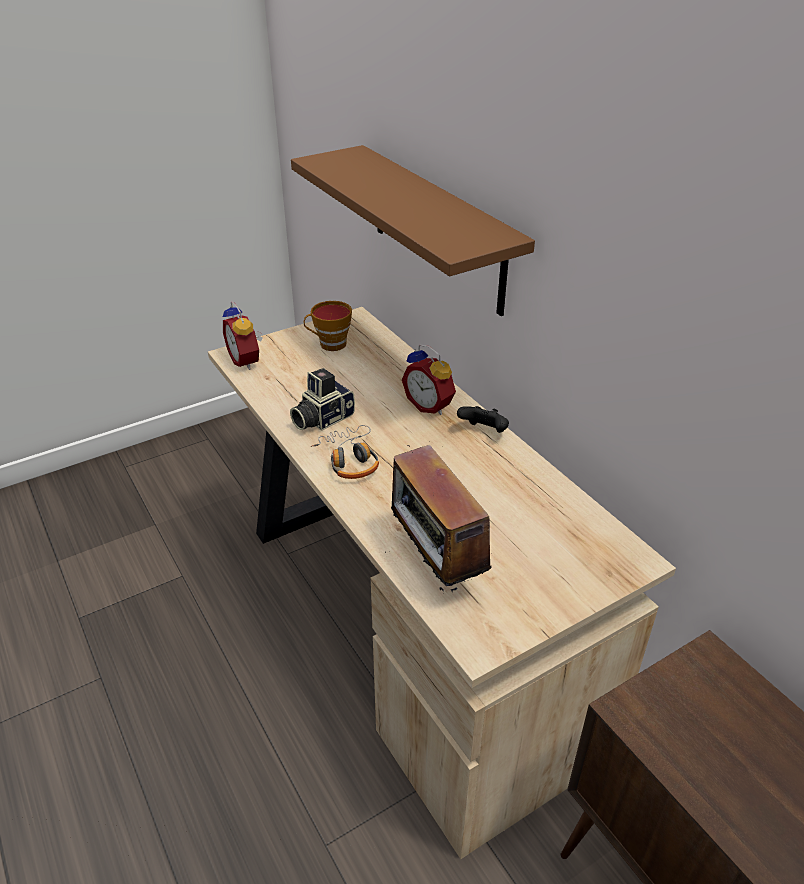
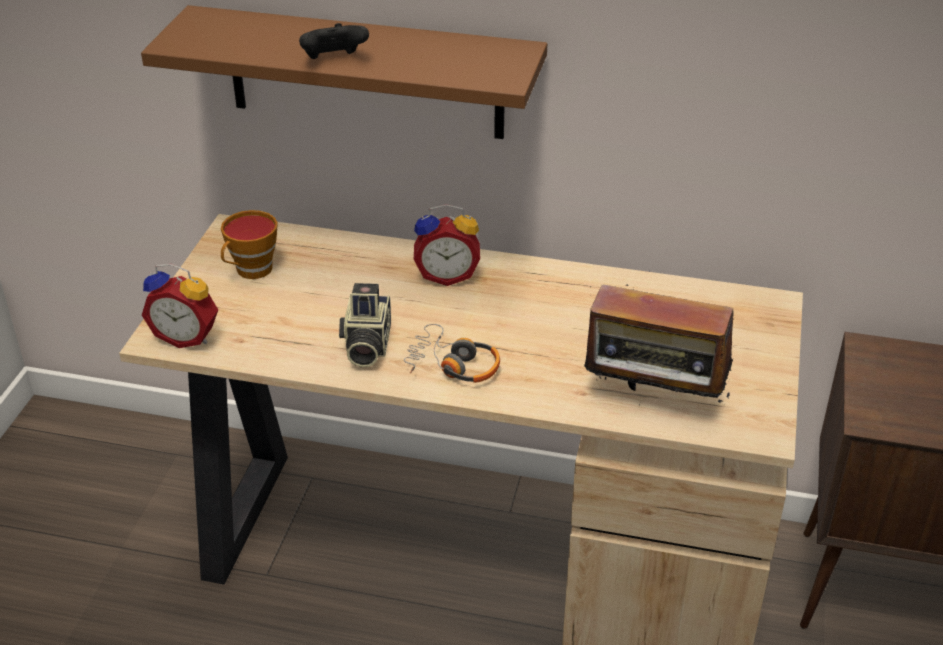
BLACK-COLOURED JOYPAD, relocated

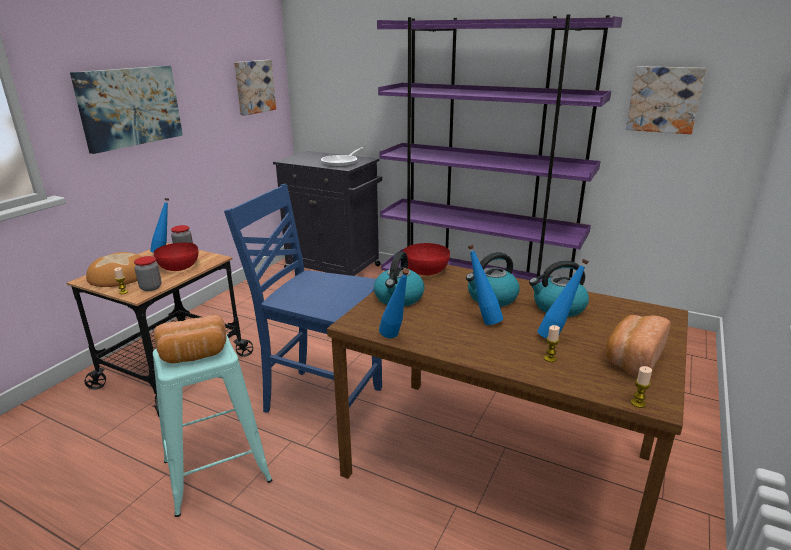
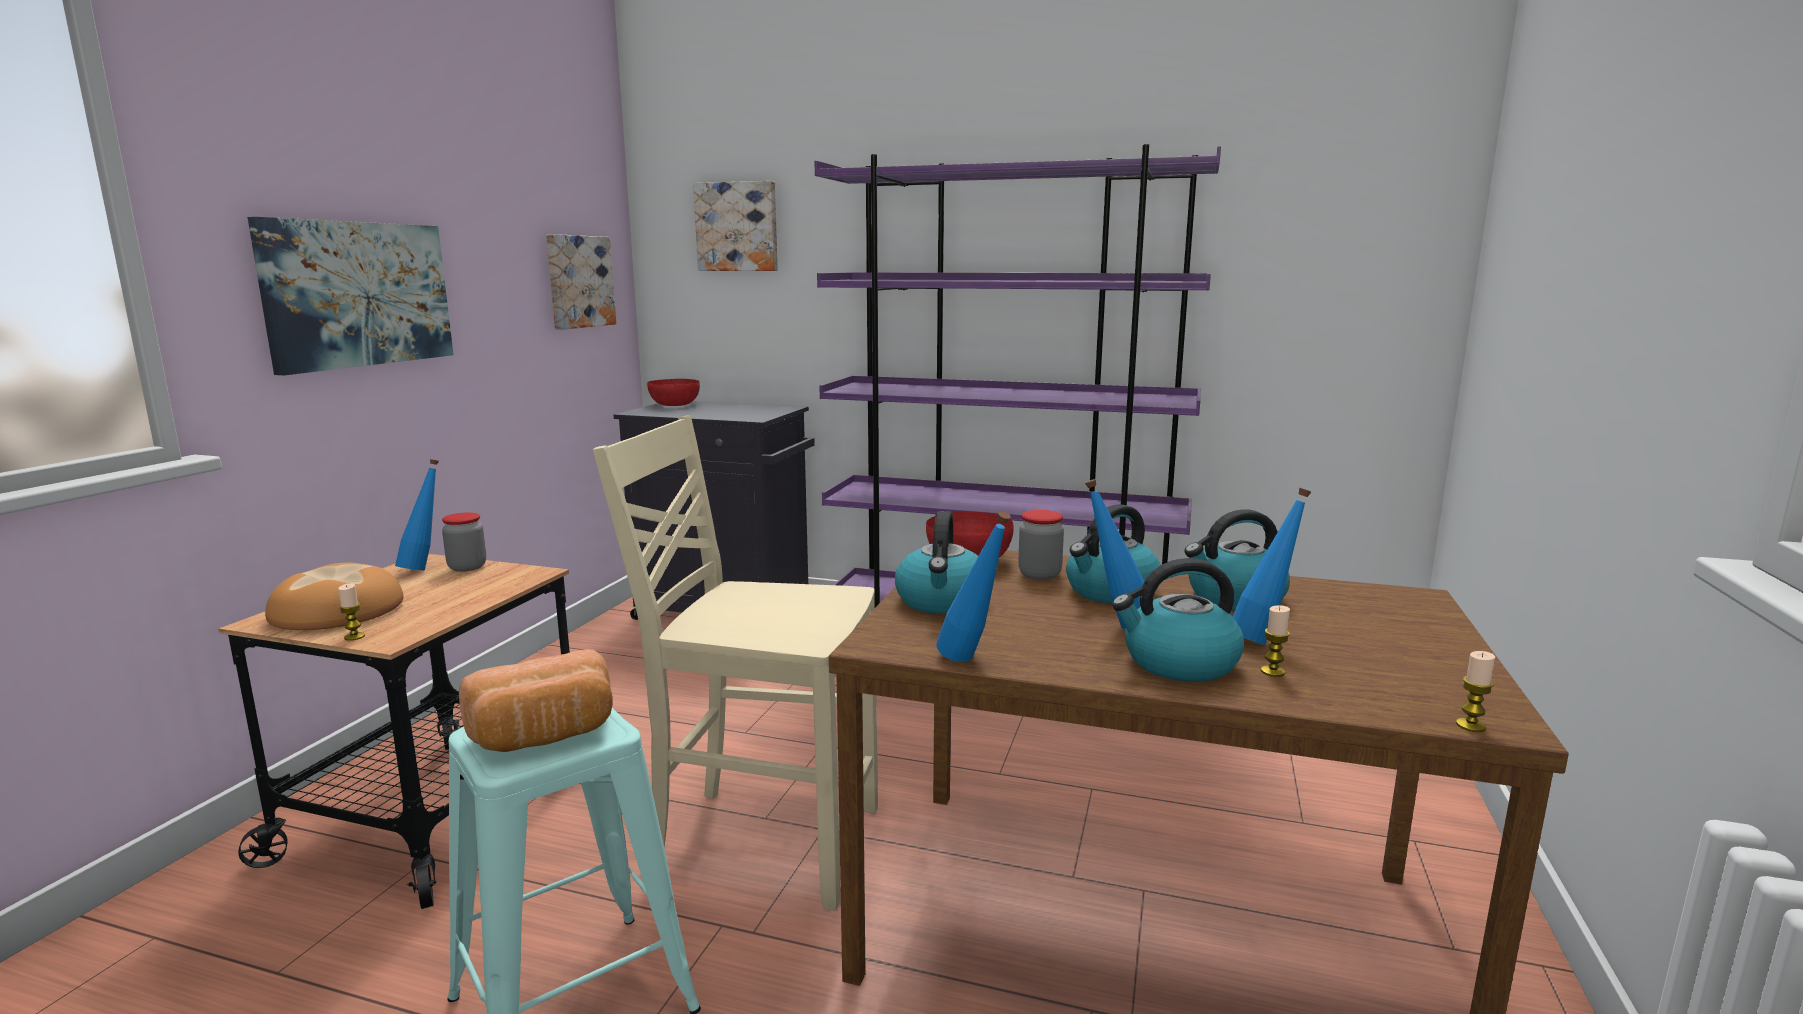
STORAGE JAR (no. 1 from left in the first image) => STORAGE JAR (no. 2 from left), relocated
REDDISH DEEP DISH (no. 1 from left), relocated
BLUE PLAIN CHAIR => BEIGE-COLOURED PLAIN CHAIR
FRYING PAN => nothing
BAKED BREAD (no. 3 from left) => nothing
WALL ART (no. 3 from left), relocated
nothing => WATER KETTLE (no. 3 from left)

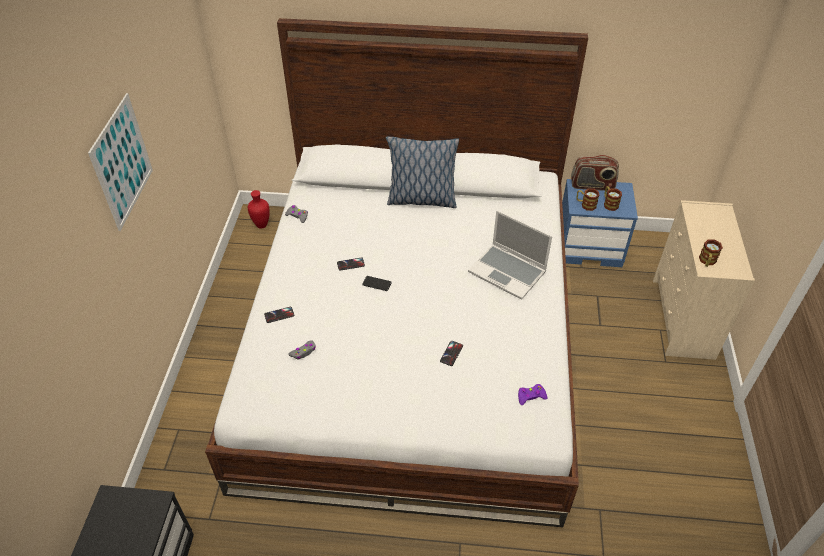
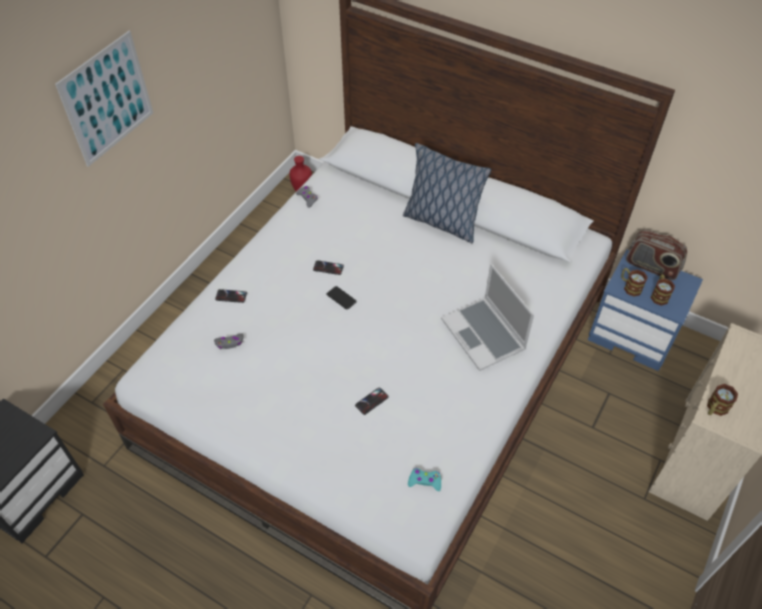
PURPLE-COLOURED JOYPAD => TURQUOISE JOYPAD

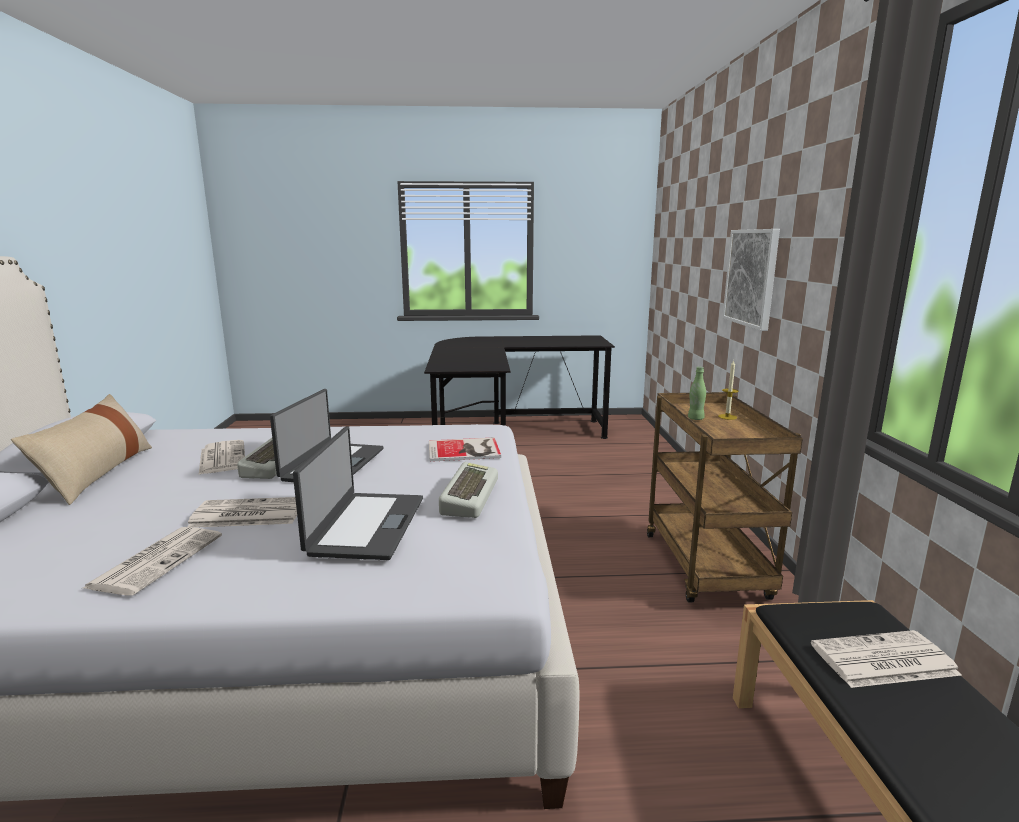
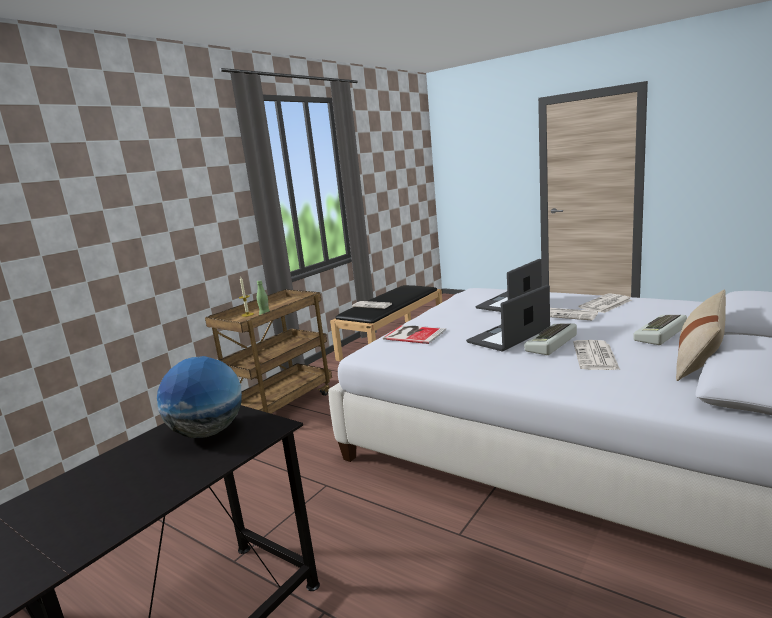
COMPUTER KEYBOARD (no. 2 from left), relocated
WALL ART => nothing
nothing => GLOBE

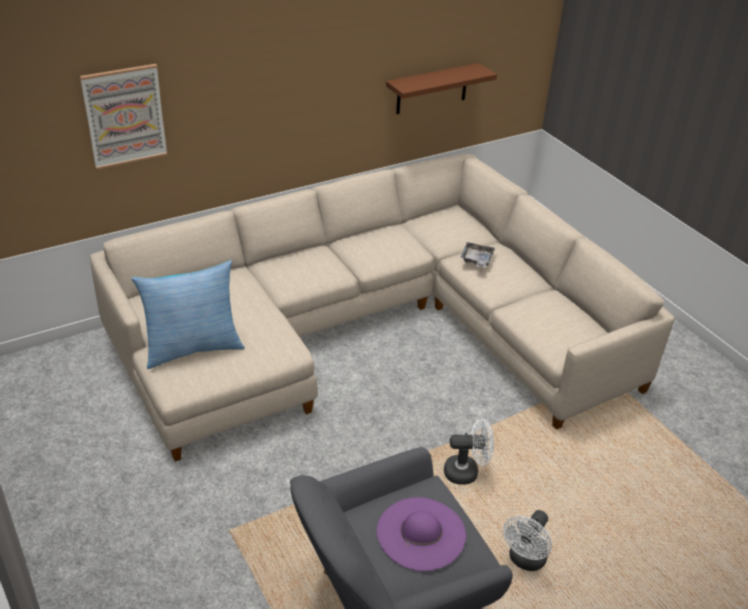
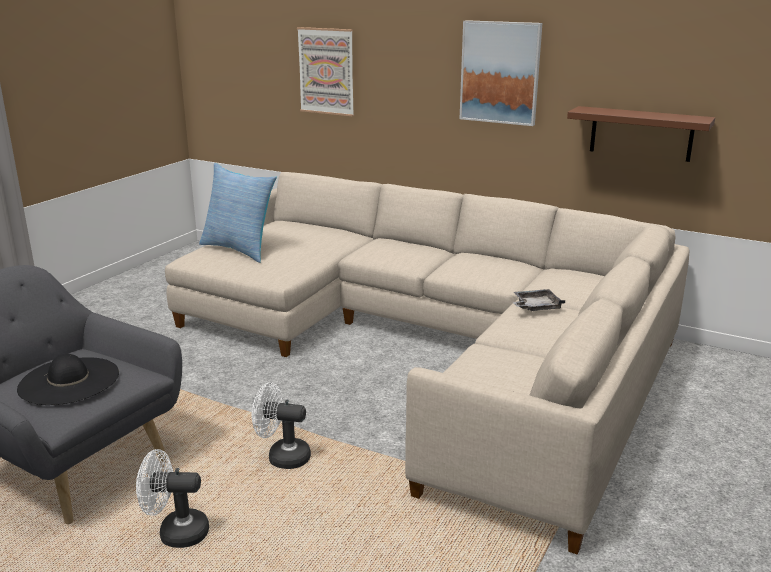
PURPLE-COLOURED HAT => BLACK-COLOURED HAT
WHITISH ELECTRIC FAN (no. 1 from left in the first image) => WHITISH ELECTRIC FAN (no. 2 from left), 135 degrees clockwise
nothing => WALL ART (no. 2 from left)

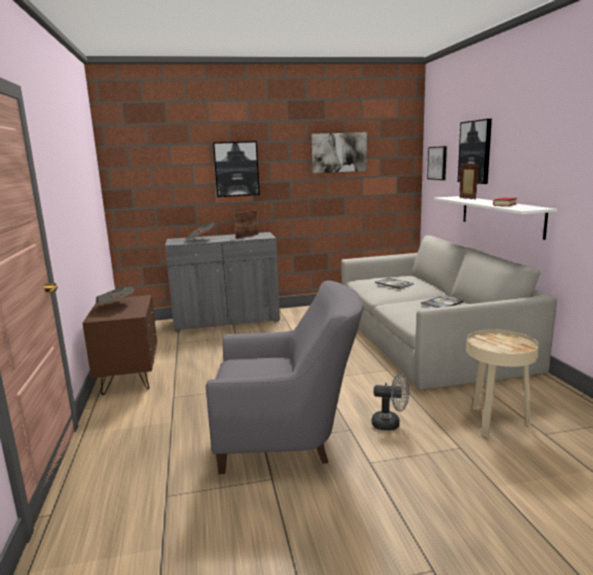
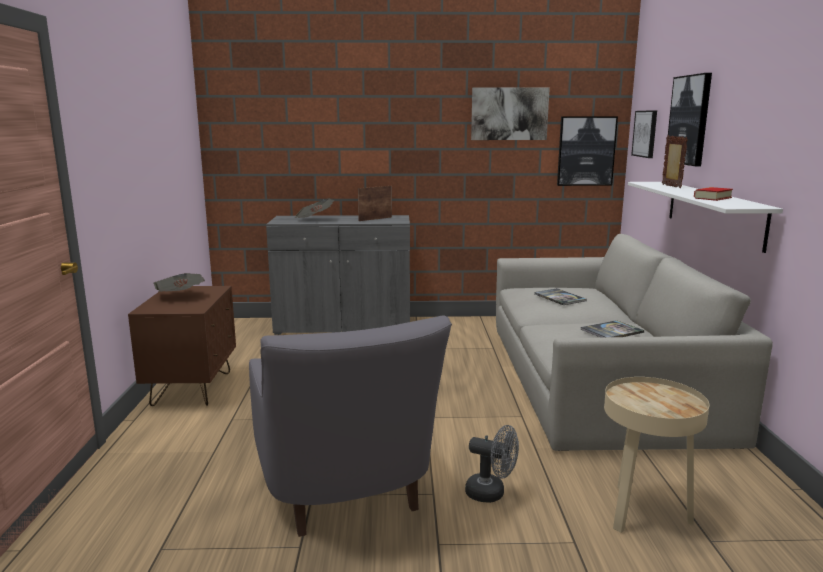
GRAY ARMCHAIR, 60 degrees clockwise
WALL ART (no. 1 from left in the first image) => WALL ART (no. 2 from left), relocated

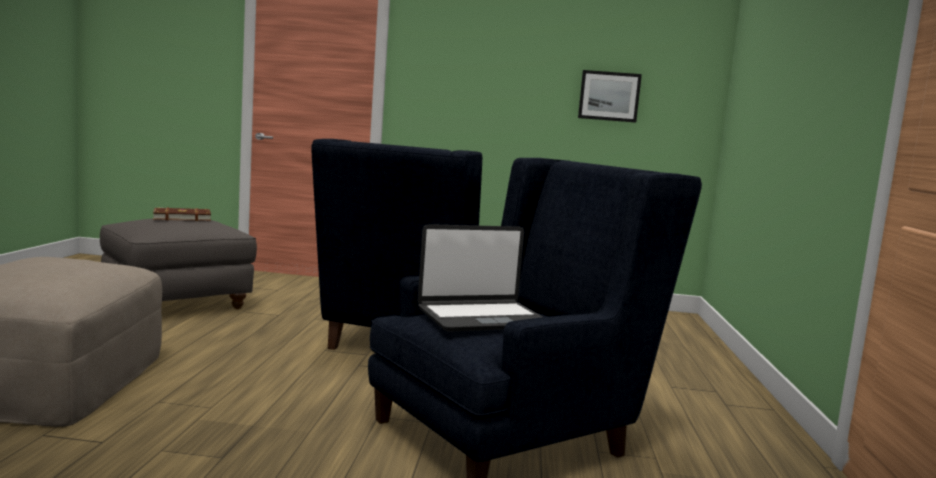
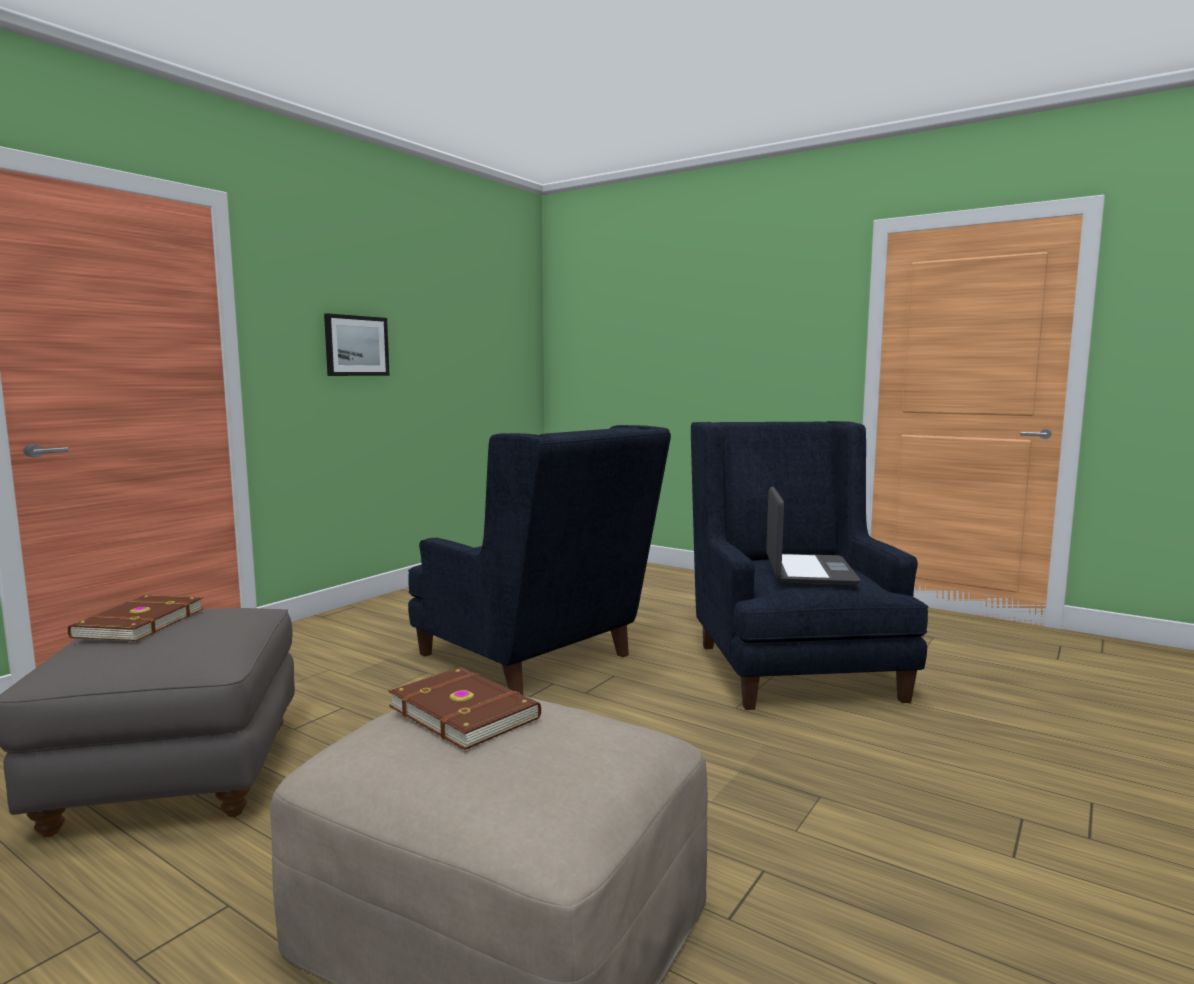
WALL ART, relocated
nothing => BROWN BOOK (no. 2 from left)

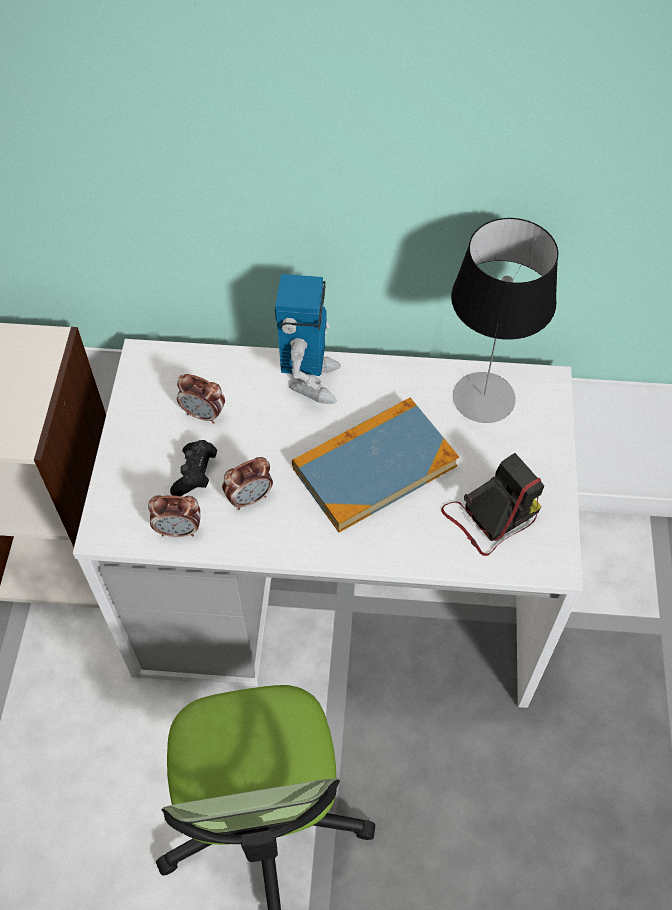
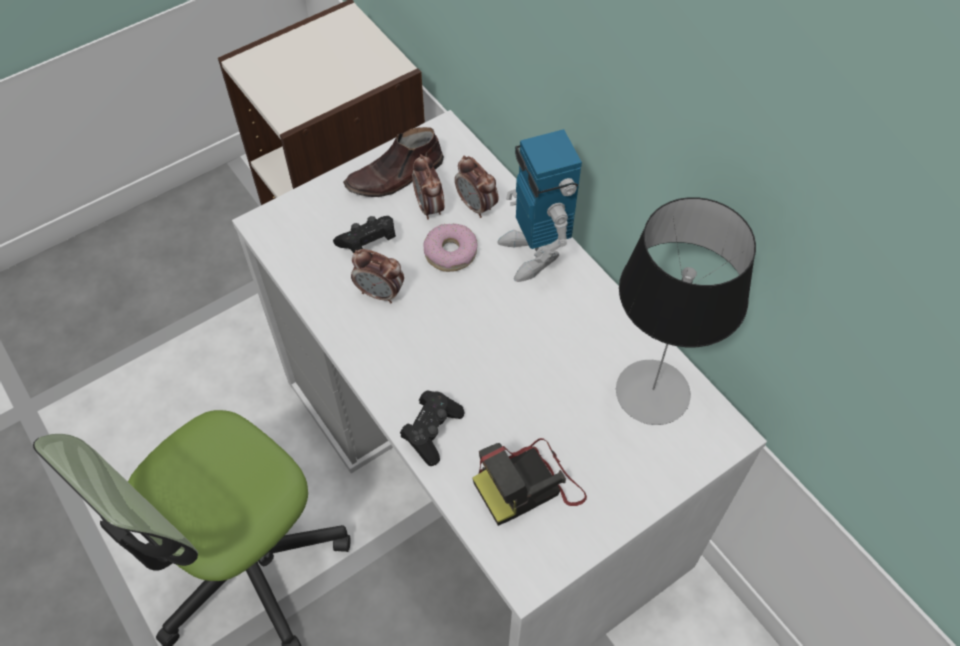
TABLE CLOCK (no. 1 from left in the first image) => TABLE CLOCK (no. 3 from left), relocated
TOY ROBOT, 105 degrees clockwise
BOOK => nothing
STILL CAMERA, 135 degrees clockwise
nothing => BROWN LOW SHOE
nothing => BLACK-COLOURED JOYPAD (no. 2 from left)
nothing => DOUGHNUT

